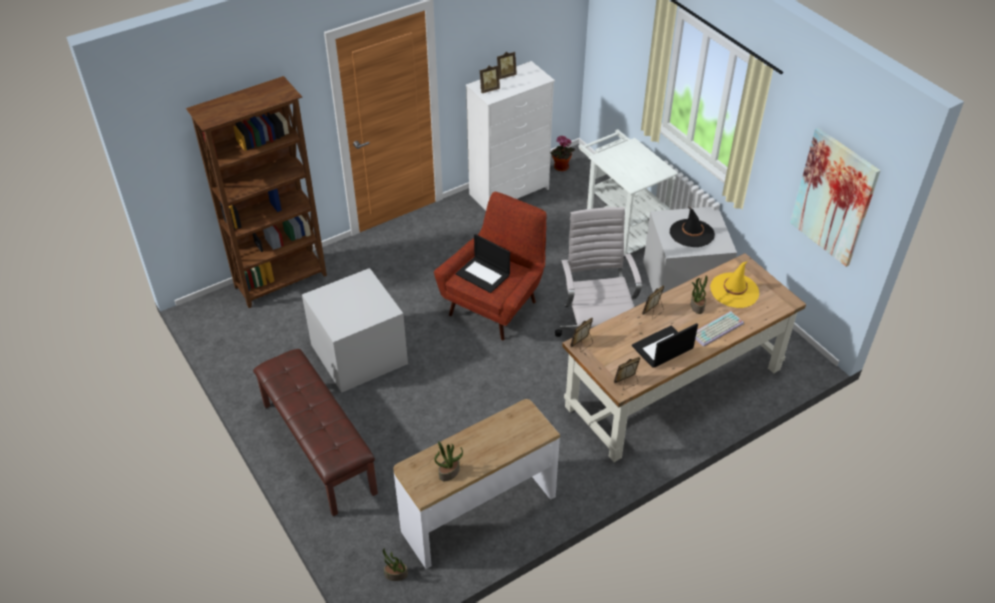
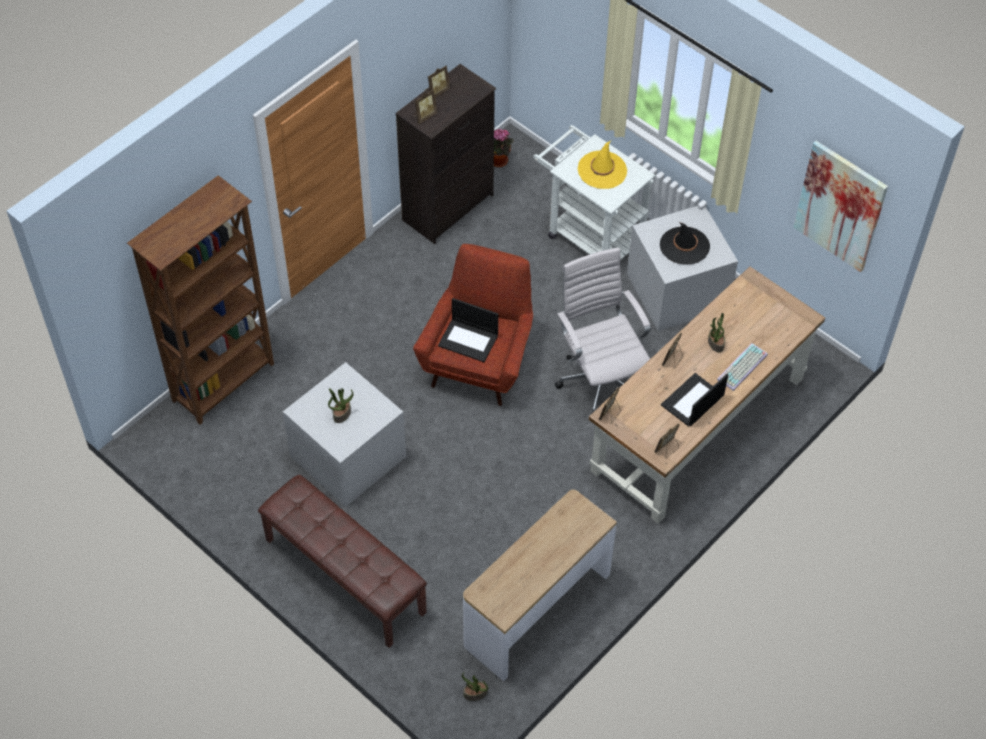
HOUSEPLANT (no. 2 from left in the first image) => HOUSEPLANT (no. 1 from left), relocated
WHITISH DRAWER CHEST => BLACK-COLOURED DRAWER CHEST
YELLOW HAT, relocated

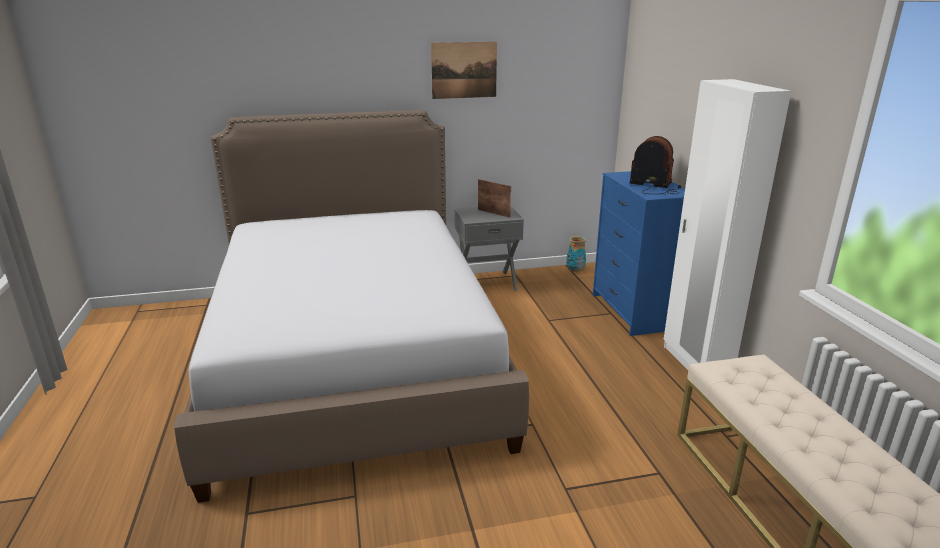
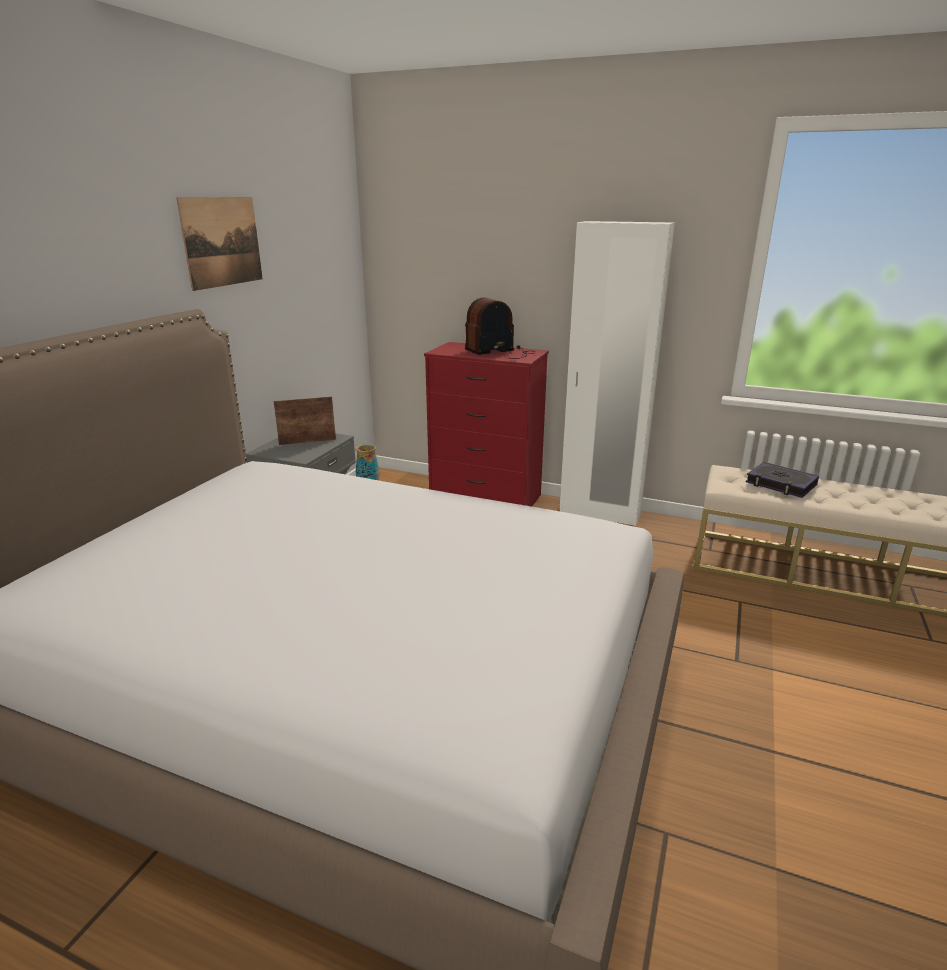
BLUE DRAWER CHEST => REDDISH DRAWER CHEST
nothing => BOOK

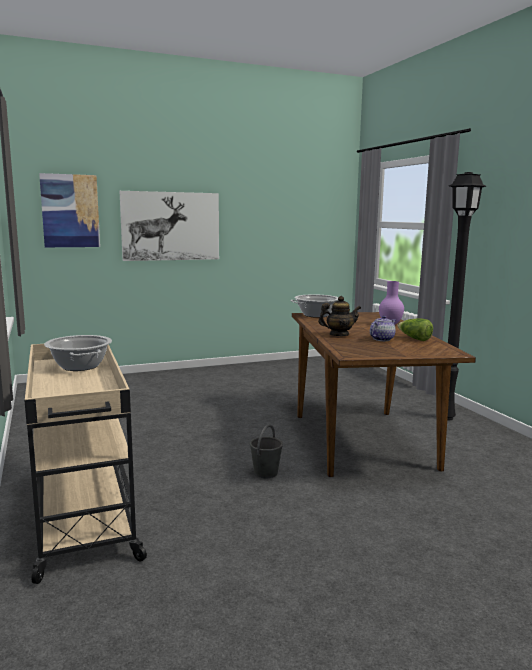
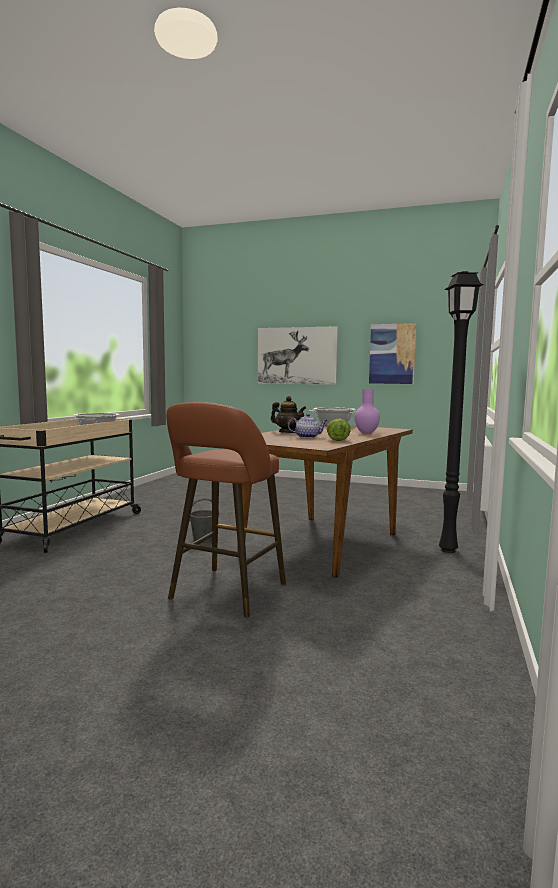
WALL ART (no. 1 from left in the first image) => WALL ART (no. 2 from left), relocated
nothing => BROWN STOOL SEAT

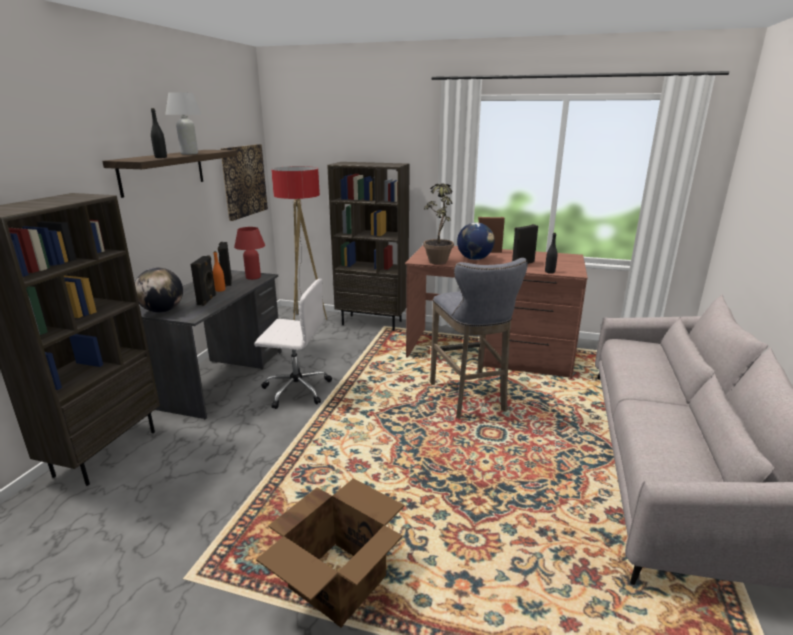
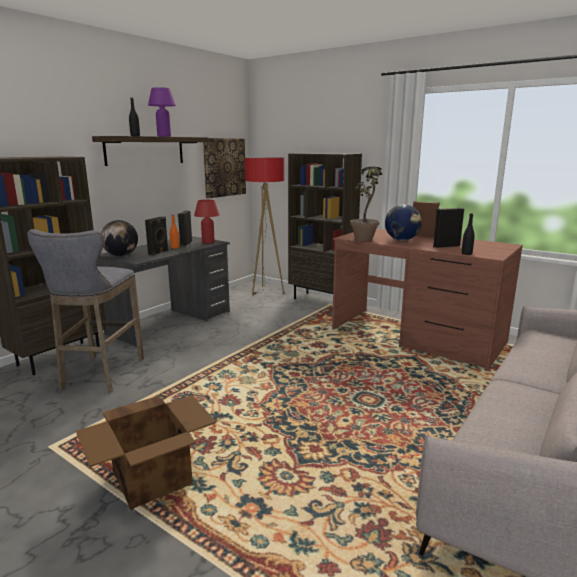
WHITISH TABLE LAMP => PURPLE-COLOURED TABLE LAMP
WHITISH DESK CHAIR => nothing
GRAY STOOL SEAT, relocated

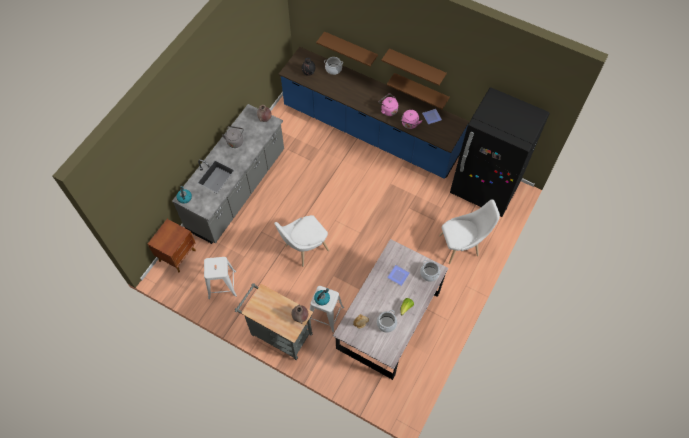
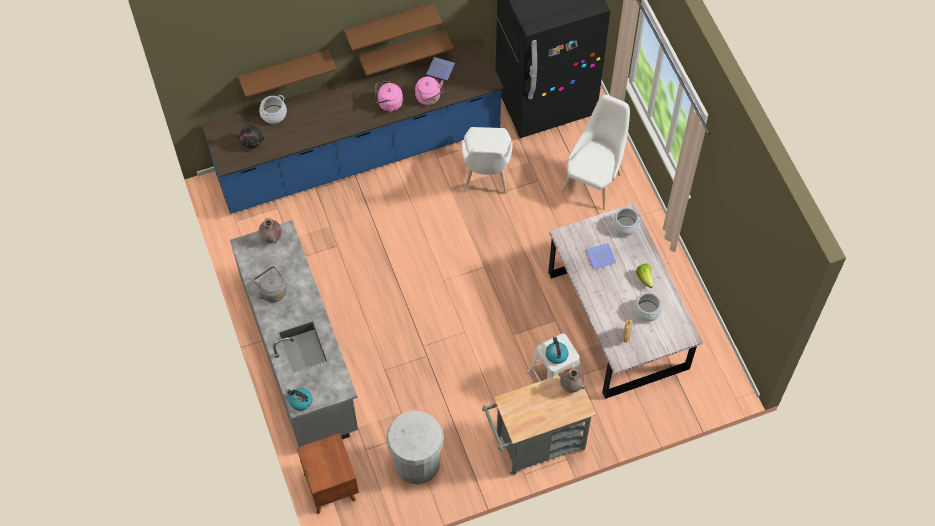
WHITISH STOOL SEAT (no. 1 from left) => WHITISH RUBBISH BIN
WHITISH PLAIN CHAIR (no. 1 from left), relocated

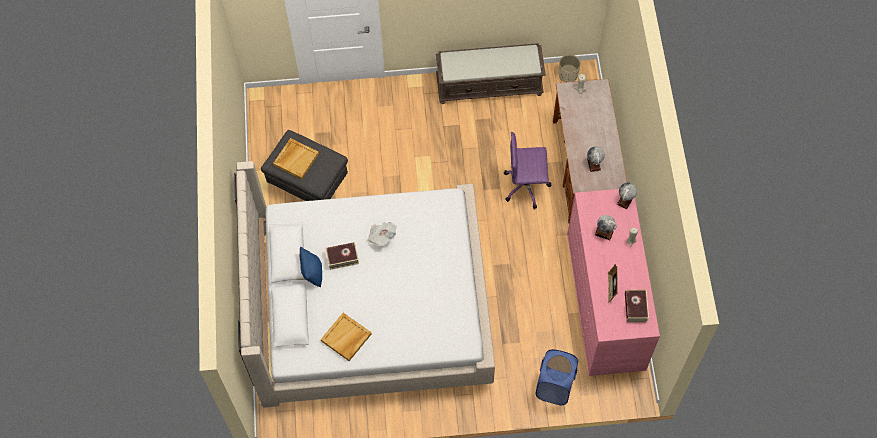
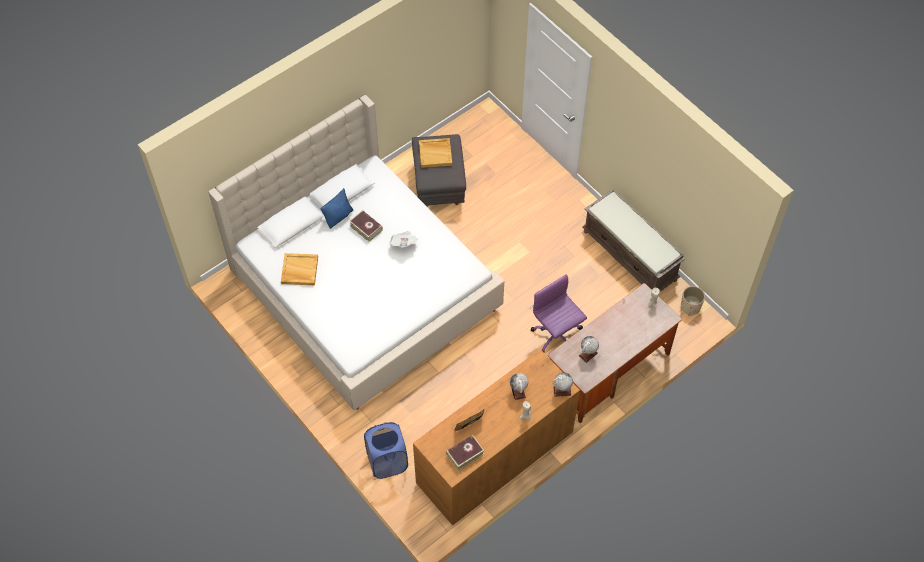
PINKISH DRAWER CHEST => BROWN DRAWER CHEST

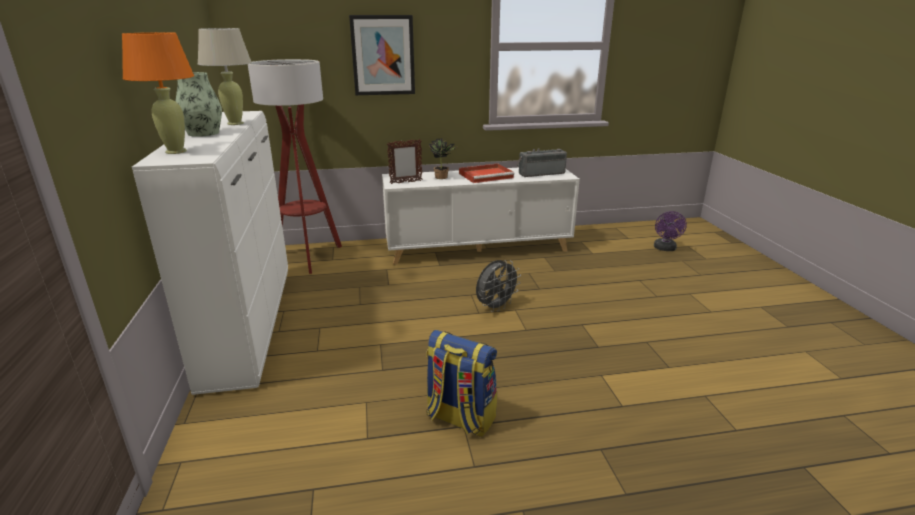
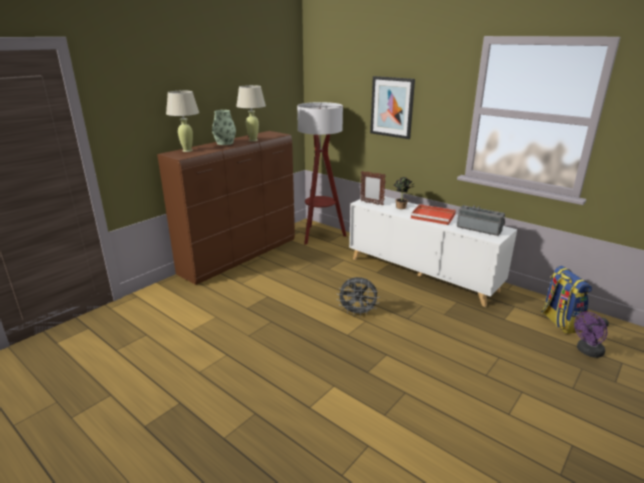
ORANGEY TABLE LAMP => BEIGE-COLOURED TABLE LAMP (no. 1 from left)
WHITISH DRAWER CHEST => BROWN DRAWER CHEST
BACKPACK, relocated

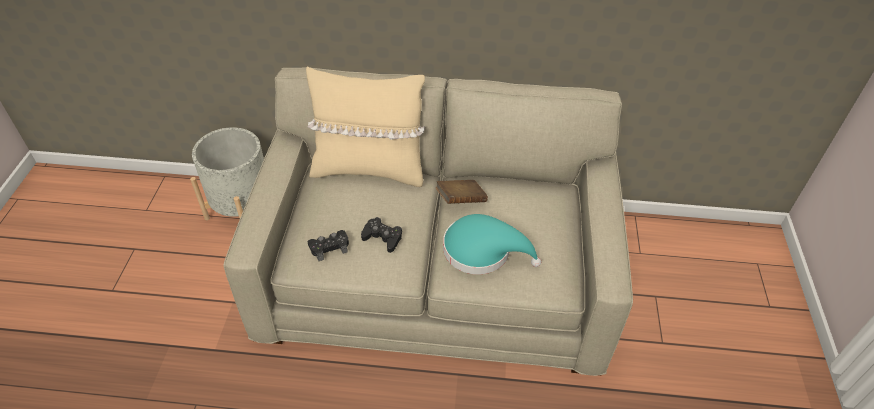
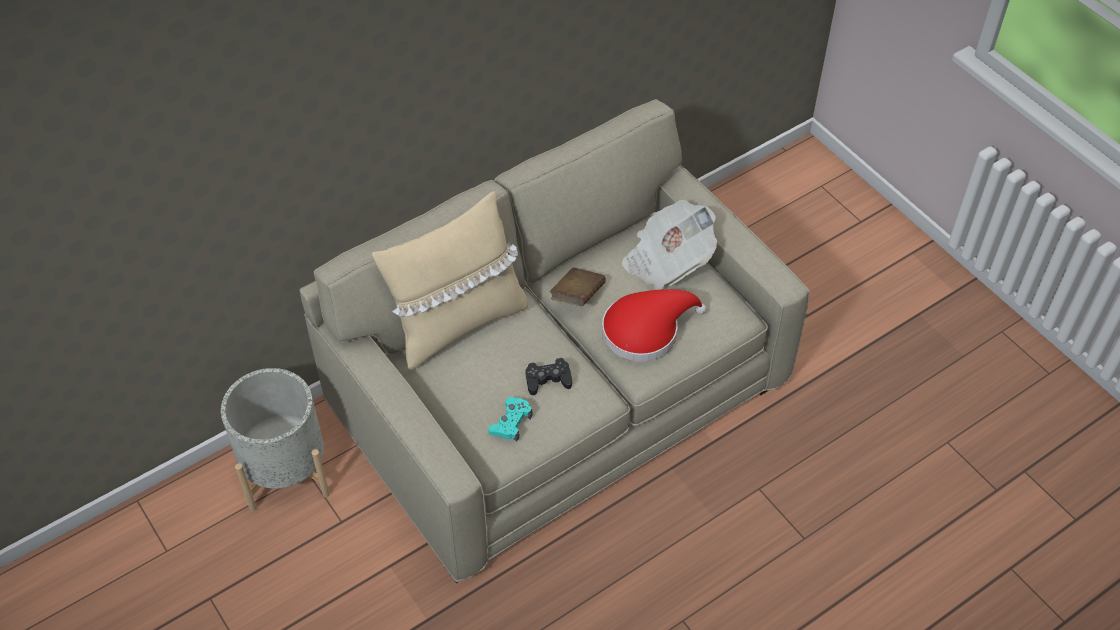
BLACK-COLOURED JOYPAD (no. 1 from left) => TURQUOISE JOYPAD
TURQUOISE HAT => REDDISH HAT
nothing => DAILY PAPER

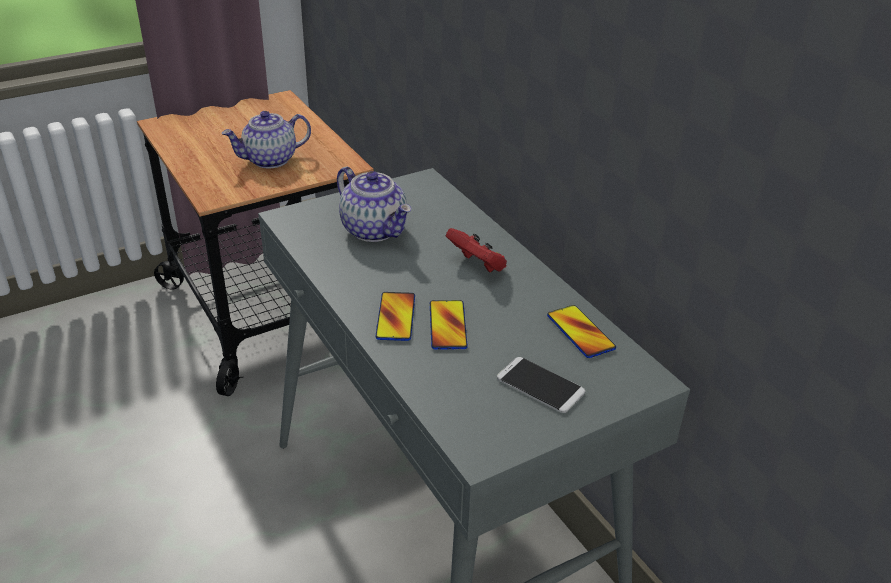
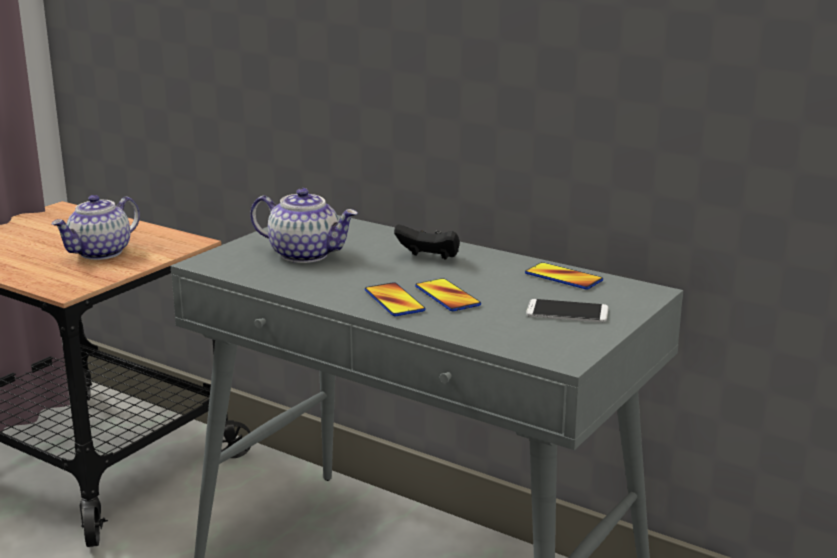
REDDISH JOYPAD => BLACK-COLOURED JOYPAD

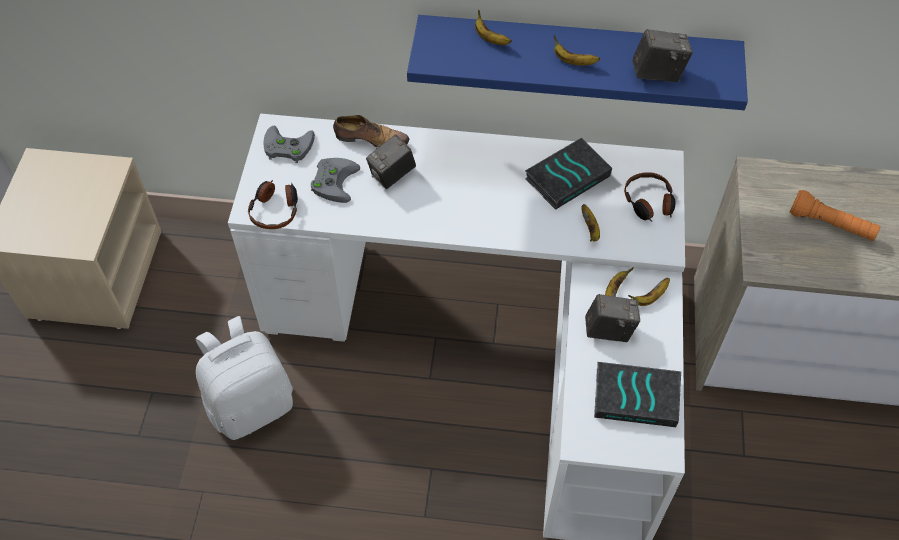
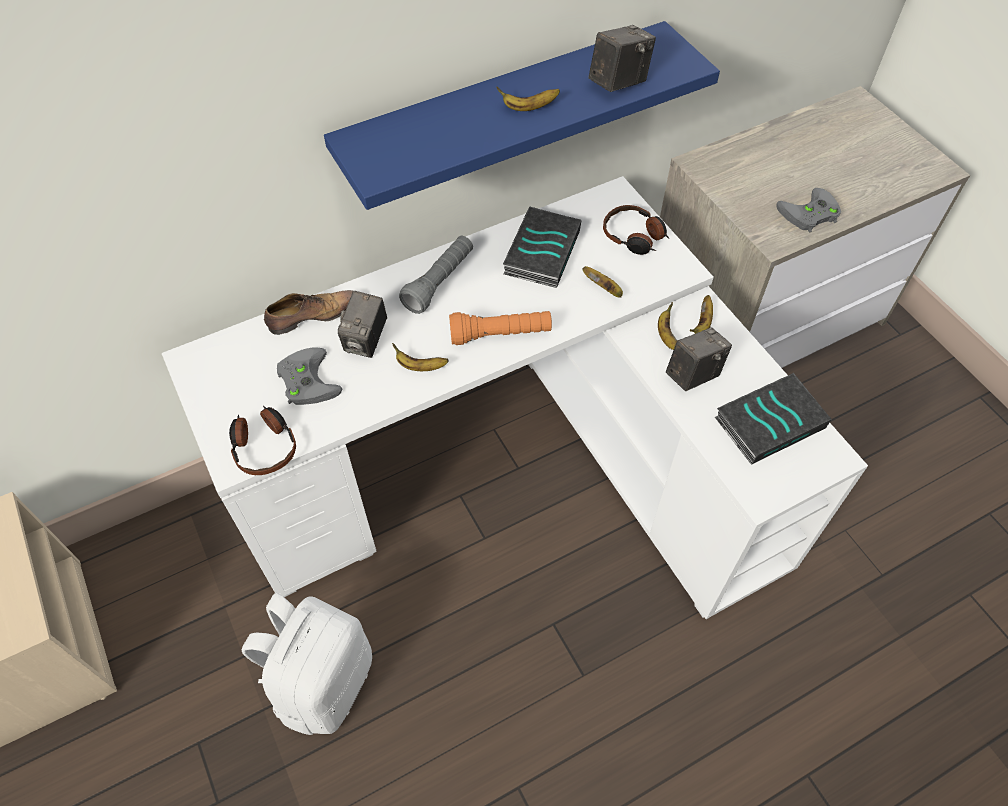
GRAY JOYPAD (no. 1 from left in the first image) => GRAY JOYPAD (no. 2 from left), relocated
WHOLE BANANA (no. 1 from left), relocated
ORANGEY TORCH, relocated
nothing => GRAY TORCH

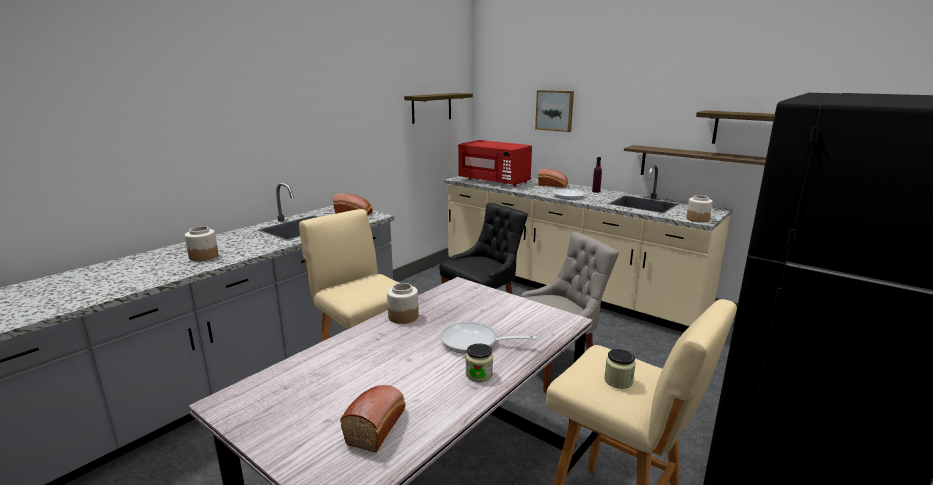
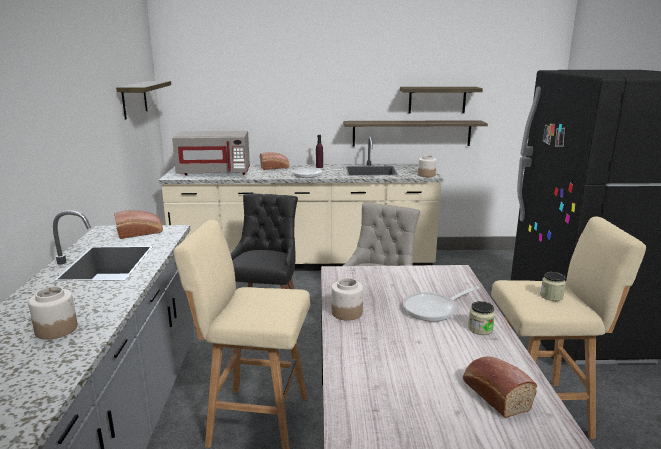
REDDISH MICROWAVE => GRAY MICROWAVE
WALL ART => nothing

